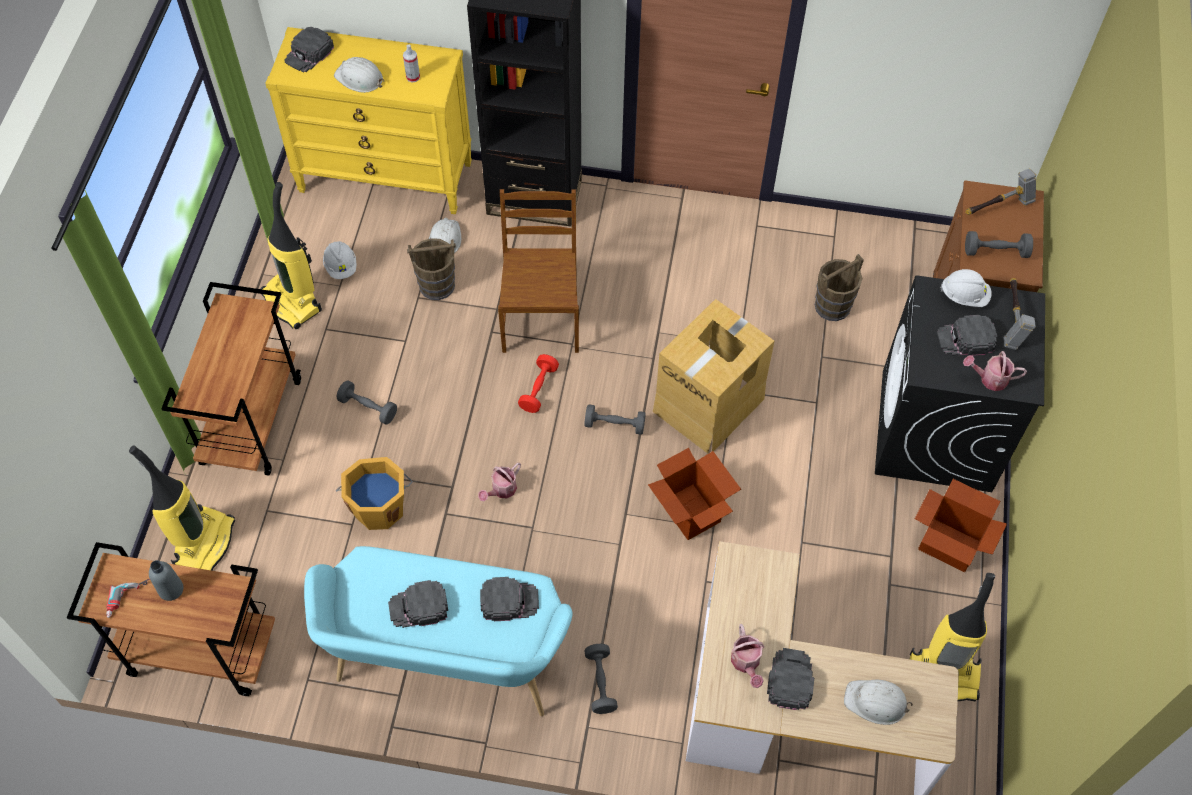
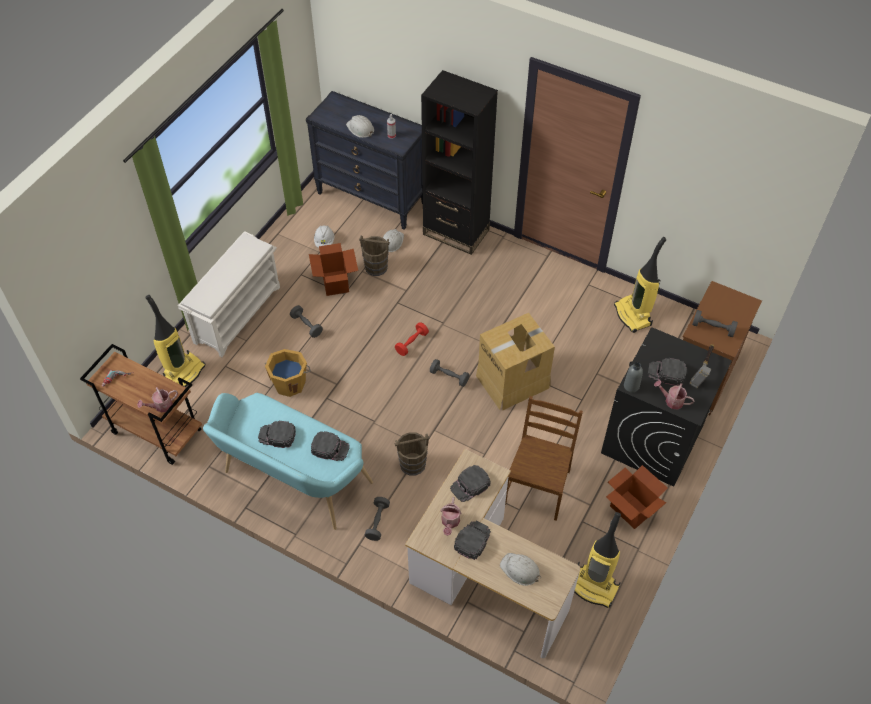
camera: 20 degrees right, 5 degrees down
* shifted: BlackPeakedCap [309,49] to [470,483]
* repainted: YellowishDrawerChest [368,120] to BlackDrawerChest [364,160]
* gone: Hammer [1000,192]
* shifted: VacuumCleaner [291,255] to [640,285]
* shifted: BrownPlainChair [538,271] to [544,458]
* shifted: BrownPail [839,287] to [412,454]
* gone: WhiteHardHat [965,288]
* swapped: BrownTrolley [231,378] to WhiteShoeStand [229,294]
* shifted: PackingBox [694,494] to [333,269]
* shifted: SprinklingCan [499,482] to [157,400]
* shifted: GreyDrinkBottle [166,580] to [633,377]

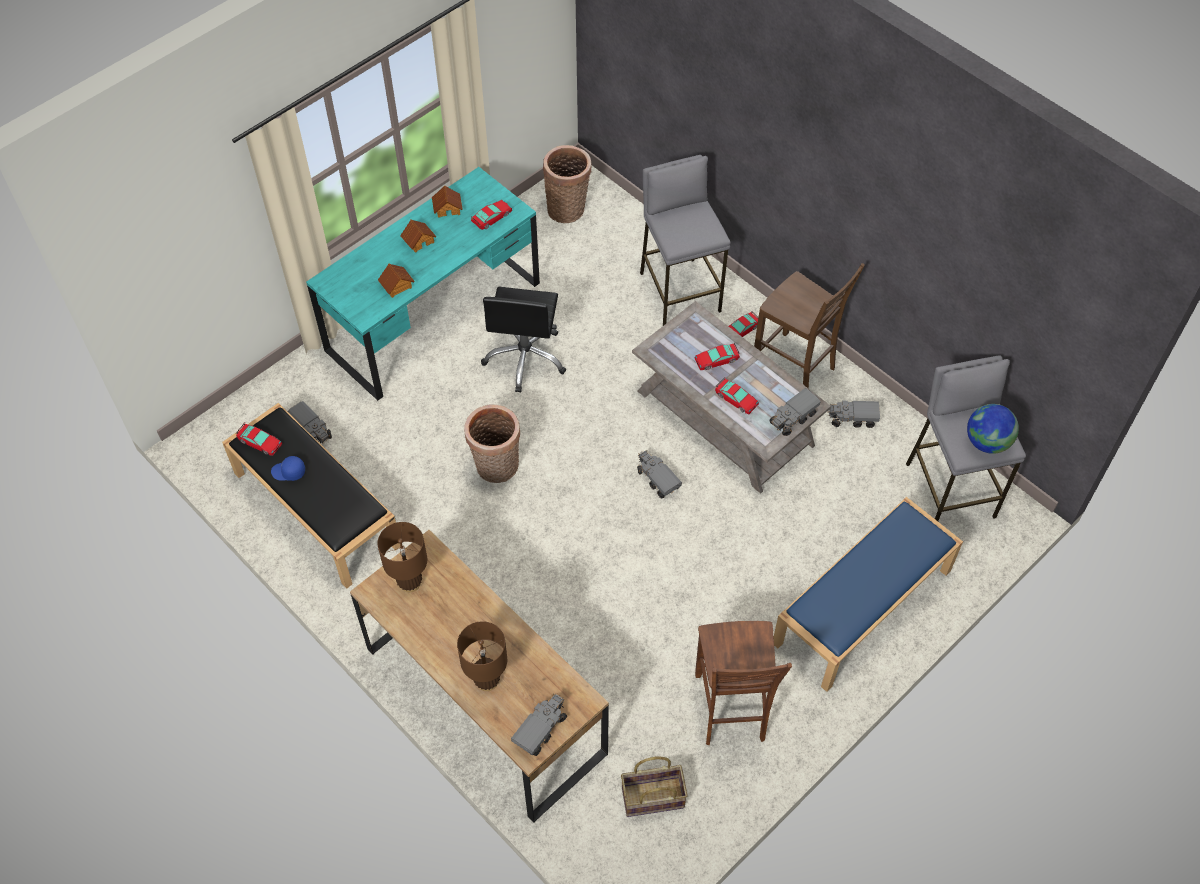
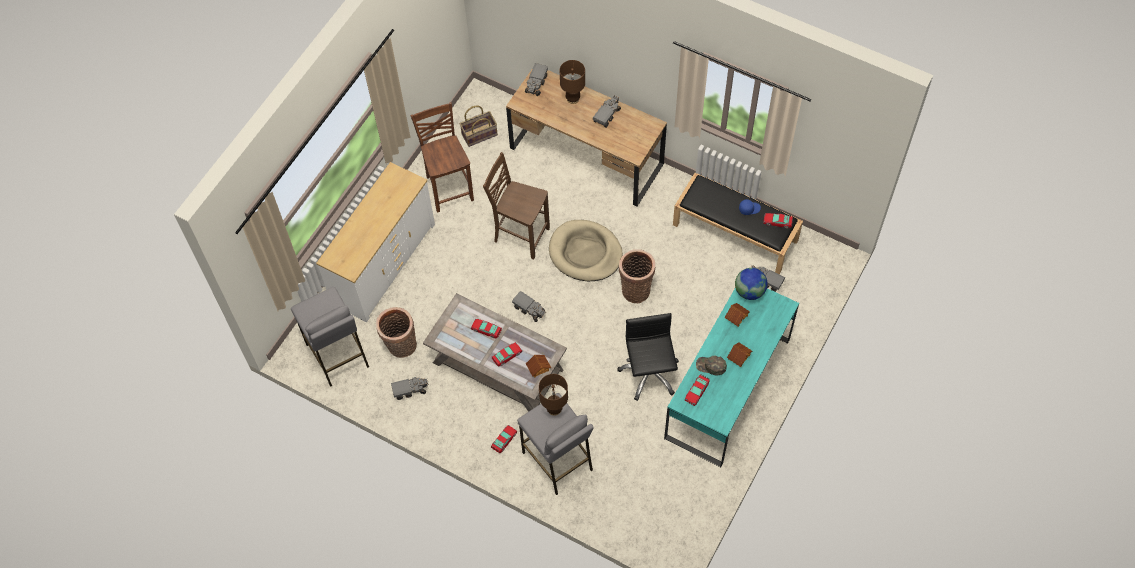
camera: 165 degrees right, 5 degrees up
* shifted: StorageBasket [567,184] to [396,332]
* shifted: ModelHouse [447,201] to [538,366]
* shifted: BrownPlainChair [809,326] to [516,206]
* shifted: ModelTruck [795,412] to [607,112]
* shifted: WorldGlobe [993,429] to [751,284]
* swapped: BlueLongSeat [868,594] to WhiteDrawerChest [375,242]
* shifted: BrownTabletopLamp [402,557] to [553,395]
* new: BeigeColouredPetBed [586,250]
* new: GreenPeakedCap [711,366]

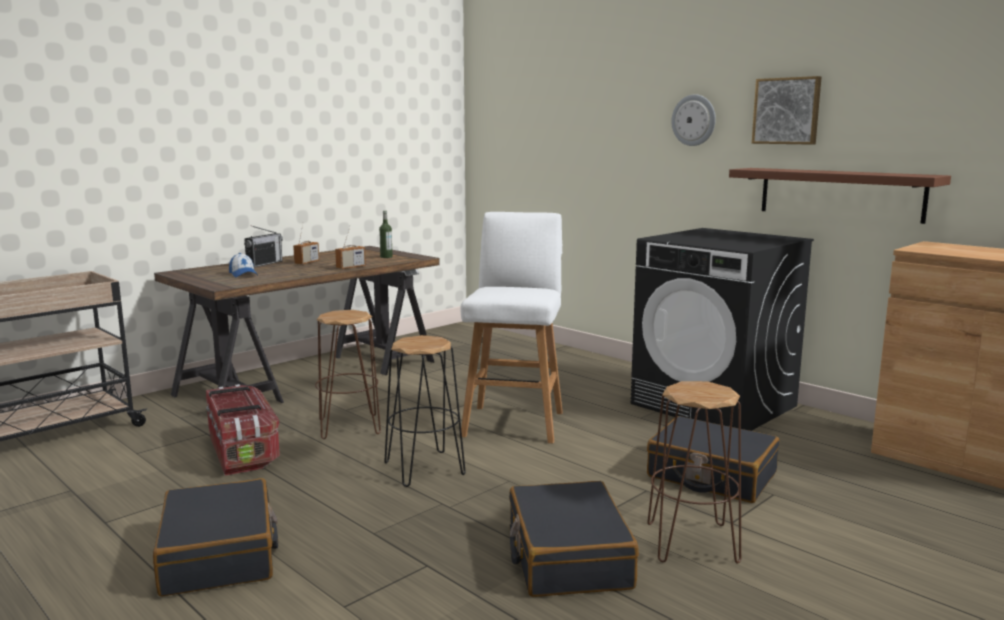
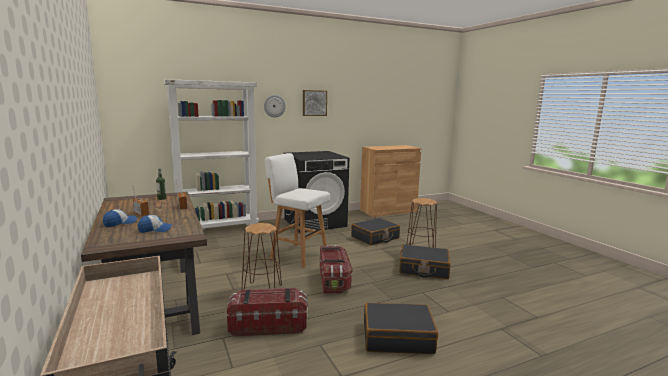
camera: 70 degrees left, 0 degrees up
* gone: BrownShelf [840,196]
* swapped: Radio [263,246] to PeakedCap [120,218]
* swapped: BlackSittingStool [425,411] to StorageBox [336,269]
* new: WhiteBookcase [211,154]

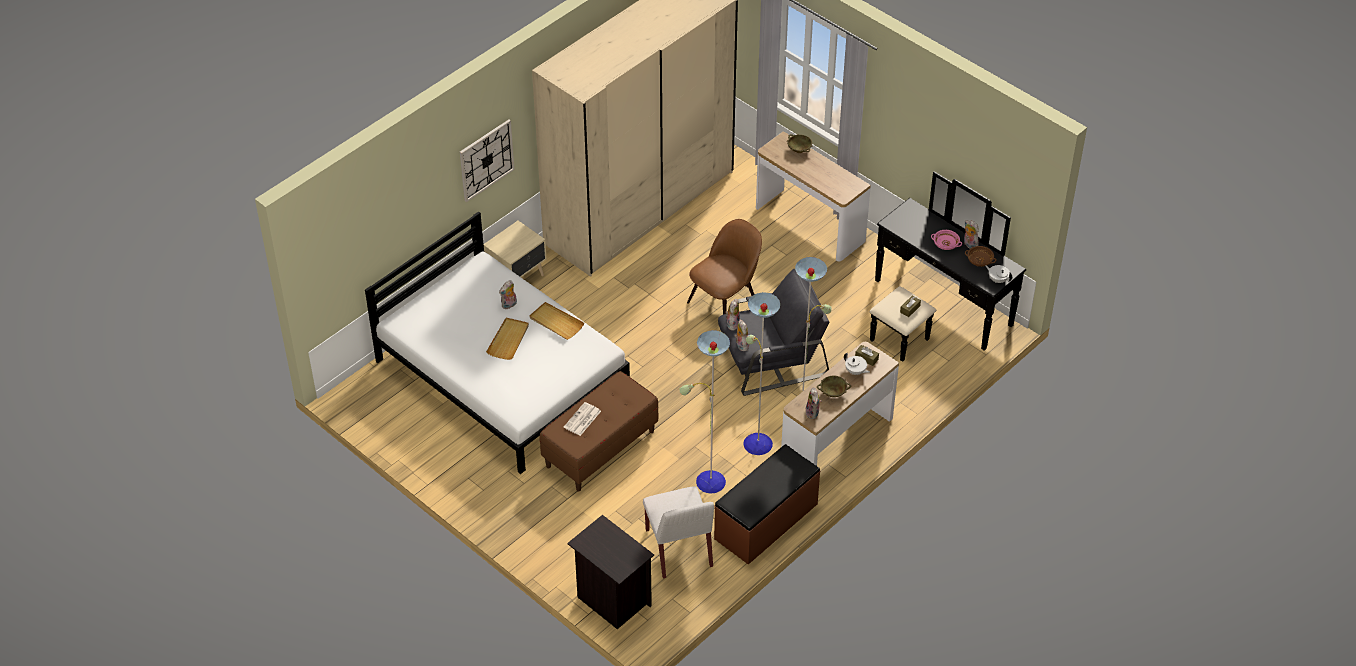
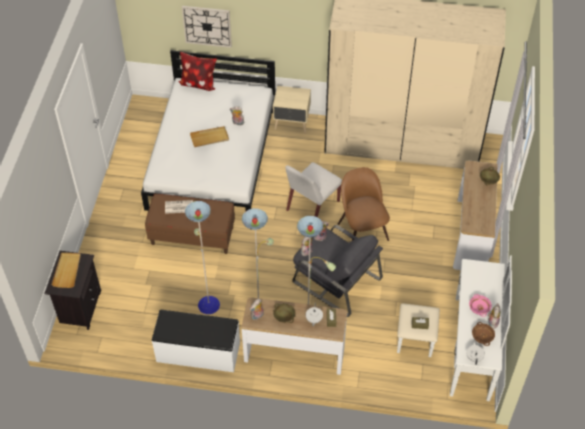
camera: 55 degrees right, 5 degrees up
* shifted: WallClock [487,160] to [207,27]
* repainted: BlackDrawerChest [947,266] to WhiteDrawerChest [454,328]
* rotated: BrownPlainChair [724,266] = [364,204] 120 degrees counterclockwise
* shifted: BeigeColouredServingTray [556,321] to [66,270]
* repainted: BrownLongSeat [767,504] to WhiteLongSeat [196,341]
* shifted: WhitePlainChair [678,532] to [313,189]
* new: Pillow [197,71]

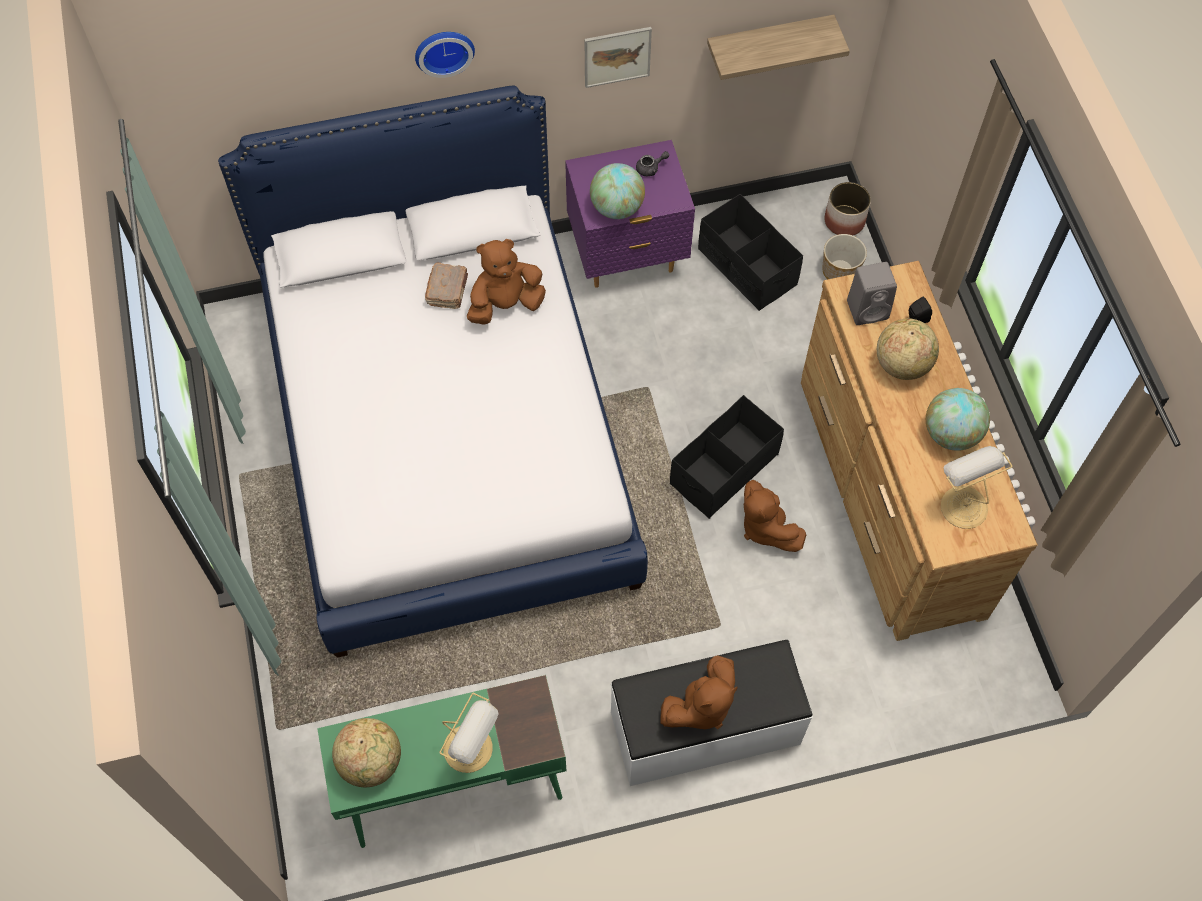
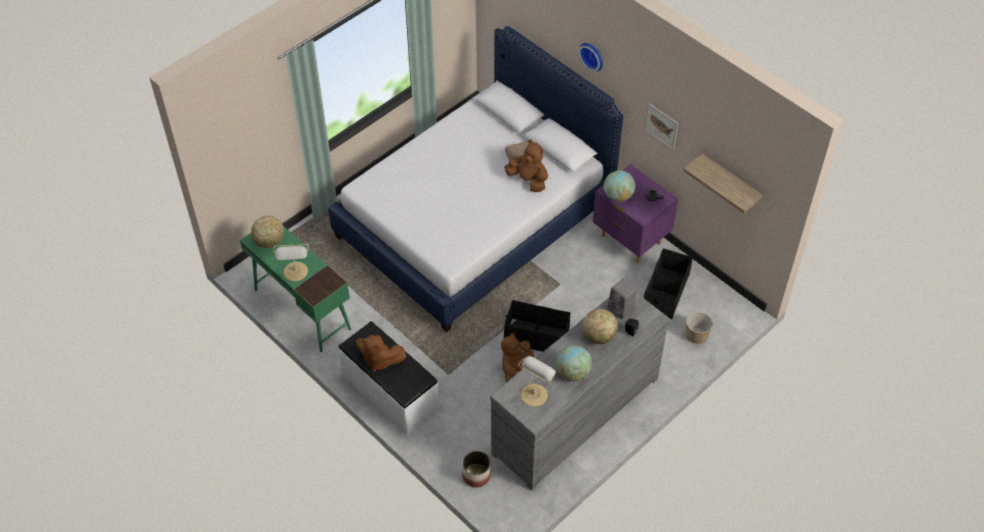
camera: 60 degrees right, 10 degrees down
* shifted: PlantPot [848,208] to [476,469]
* repainted: BrownDrawerChest [919,451] to GreyDrawerChest [580,392]

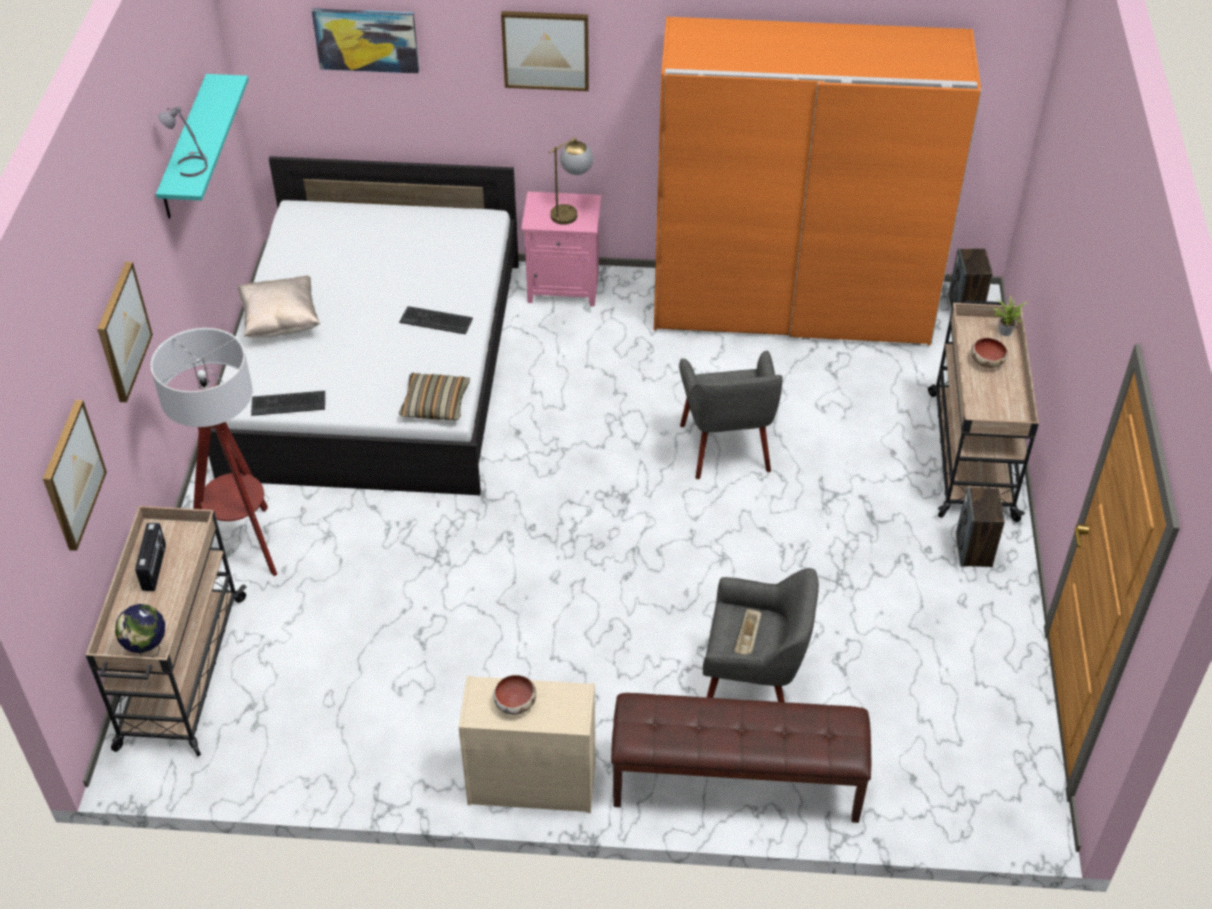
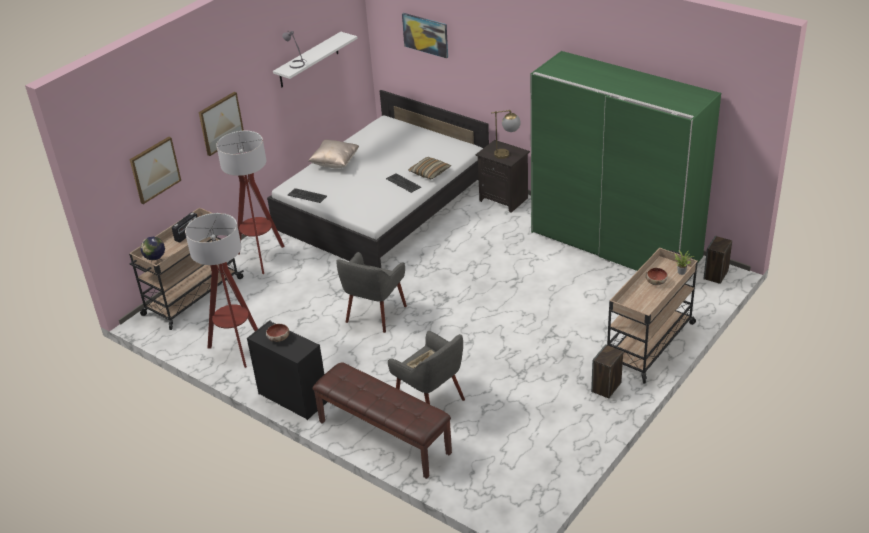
camera: 35 degrees right, 10 degrees down
* gone: WallPicture [545,51]
* repainted: OrangeColouredClothesCupboard [817,181] to GreenClothesCupboard [626,161]
* repainted: BlueGreenShelf [202,146] to WhiteShelf [315,59]
* repainted: PinkColouredNightTable [561,249] to BlackNightTable [503,176]
* shifted: GreyArmchair [731,415] to [371,292]
* shifted: Pillow [434,396] to [429,168]
* repainted: BeigeColouredDrawerChest [527,744] to BlackDrawerChest [287,370]
* new: StandingLamp [221,290]

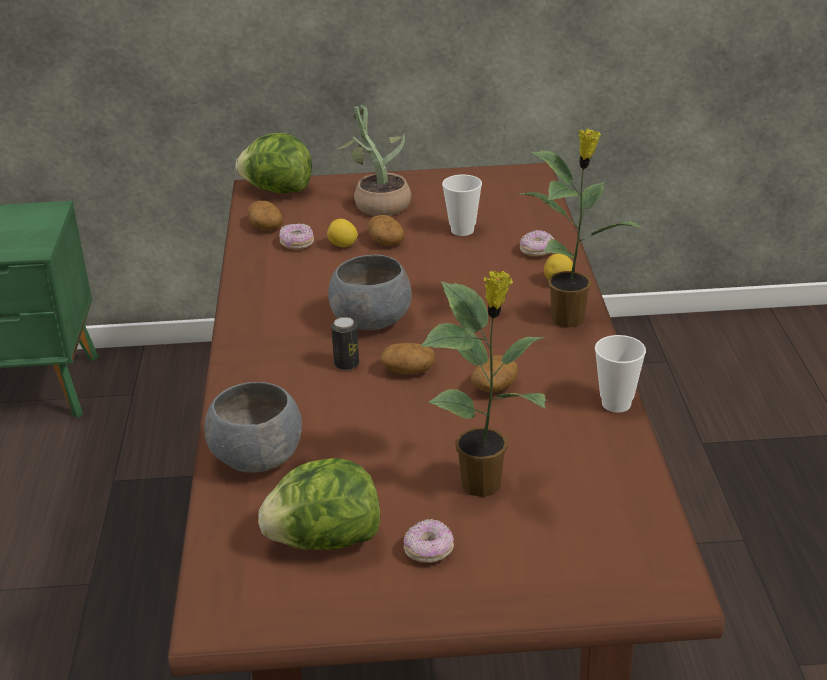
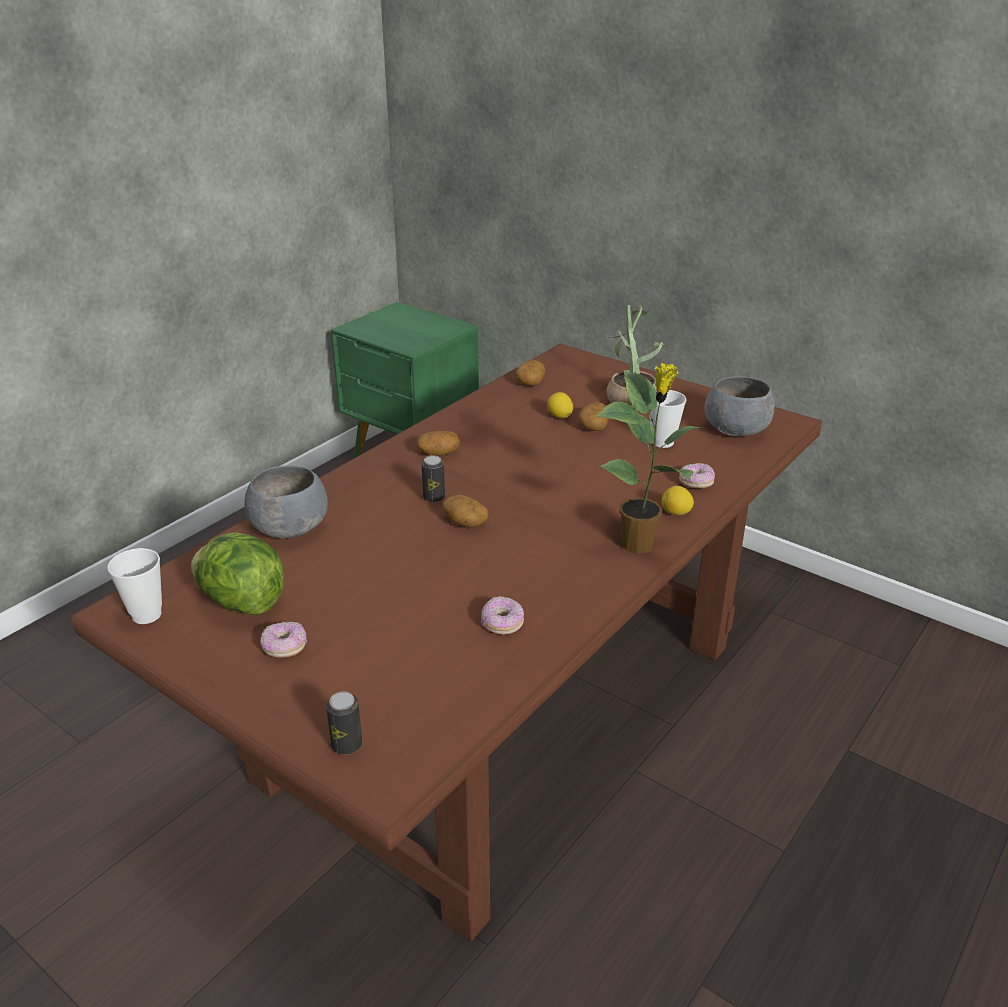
camera: 40 degrees right, 0 degrees up
* gone: Lettuce [274,163]
* shifted: Doughnut [296,236] to [502,615]
* shifted: GreyServingBowl [370,292] to [739,406]
* gone: PlantInAPot [483,384]
* shifted: SmallCup [620,374] to [134,586]
* shifted: WholePotato [494,373] to [438,443]
* new: SealedCan [344,723]

